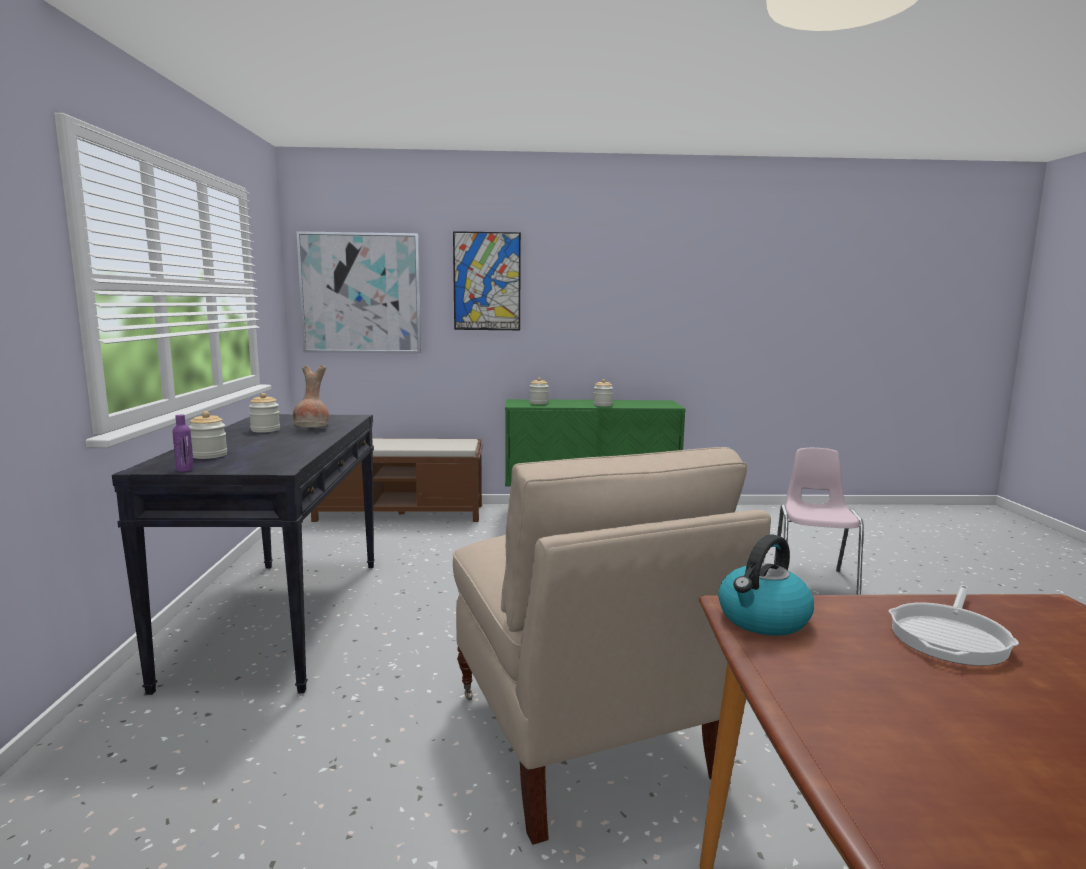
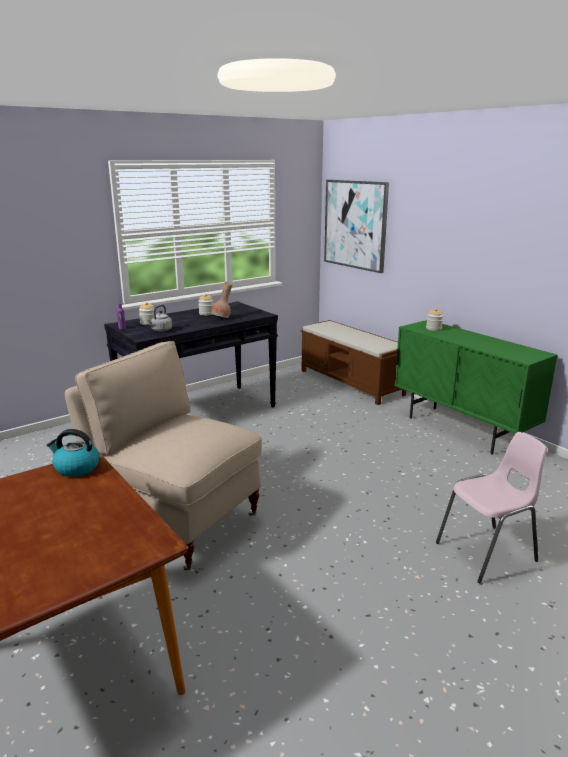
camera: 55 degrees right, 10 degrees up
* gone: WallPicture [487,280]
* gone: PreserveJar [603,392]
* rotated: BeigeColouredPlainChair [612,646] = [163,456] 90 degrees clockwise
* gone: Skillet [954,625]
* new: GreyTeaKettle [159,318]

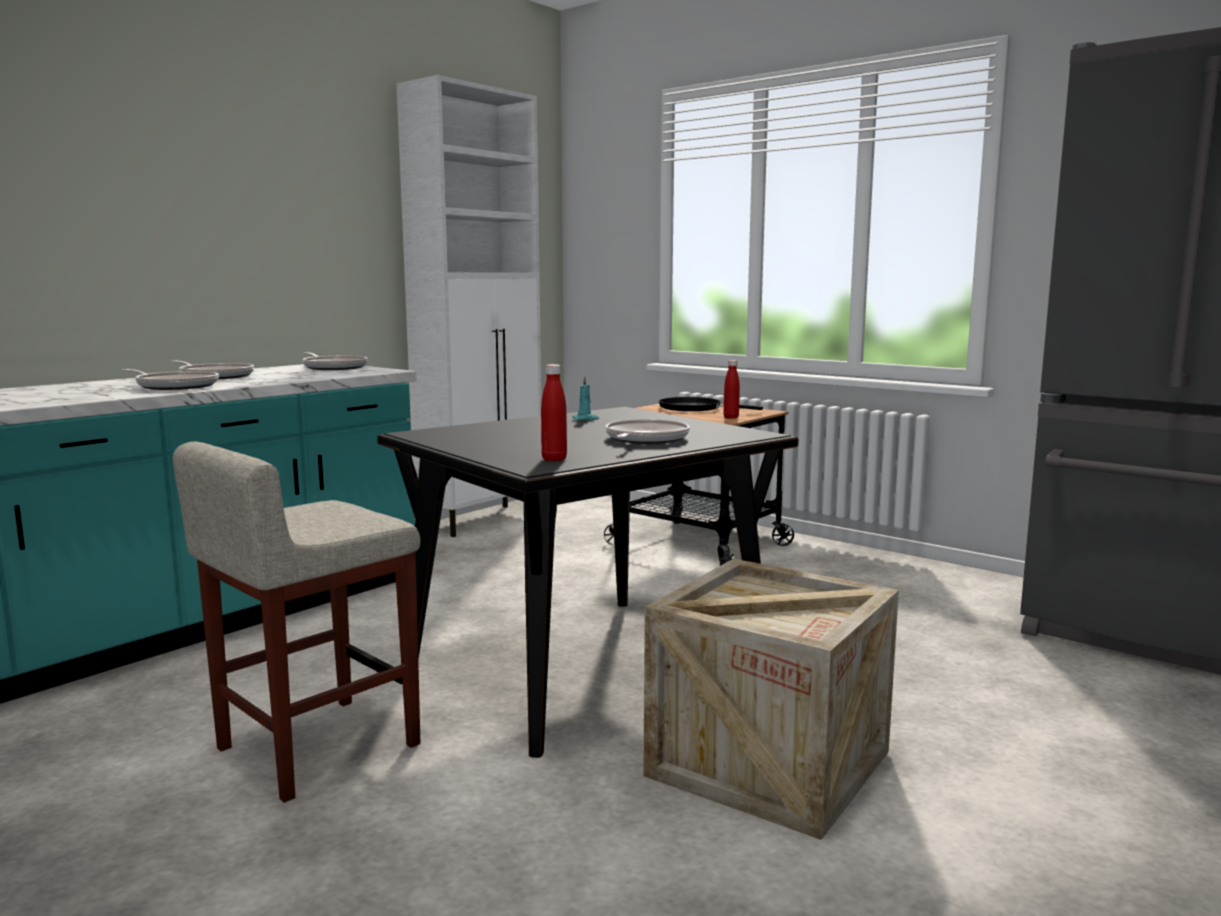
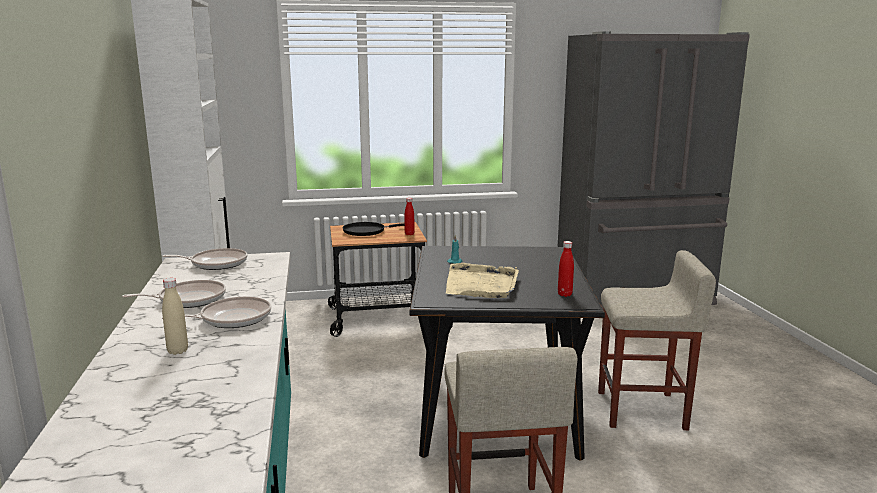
camera: 50 degrees left, 5 degrees up
* gone: Skillet [647,431]
* swapped: PackingCrate [771,699] to BeigeColouredSittingStool [657,340]
* new: BeigeColouredServingTray [482,280]
* new: BeigeColouredDrinkBottle [175,316]

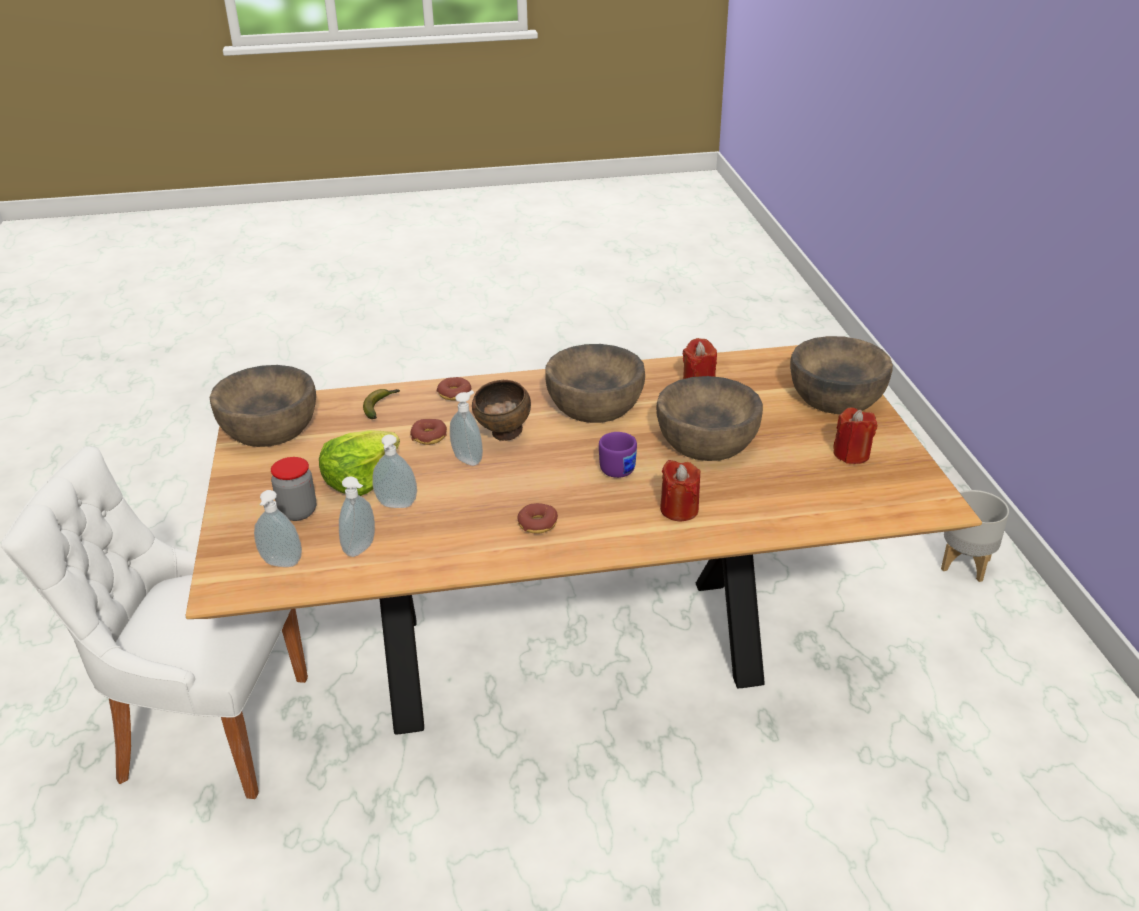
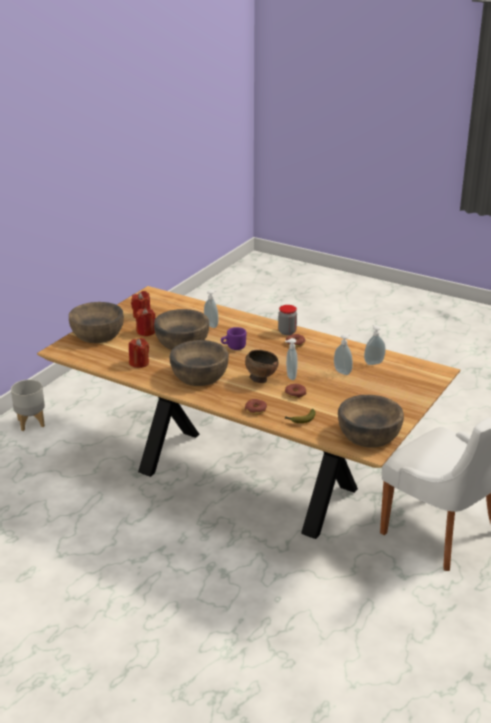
camera: 140 degrees left, 5 degrees down
* gone: Lettuce [359,463]
* shifted: PreserveJar [293,489] to [287,320]
* shifted: ReddishCandle [680,490] to [146,322]
* shifted: SoapBottle [278,528] to [211,309]

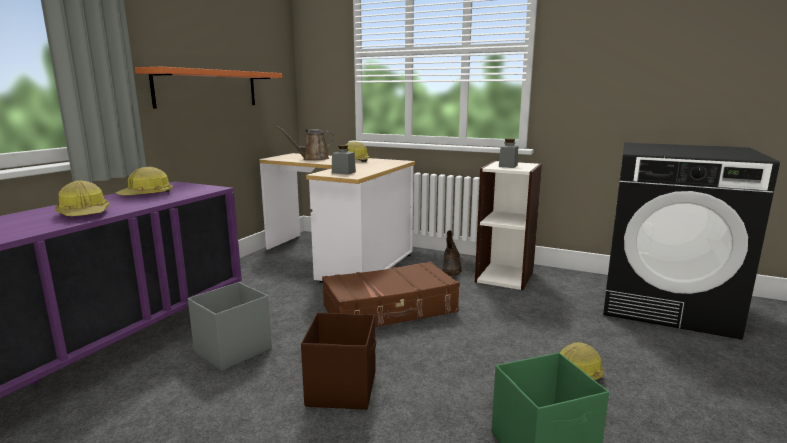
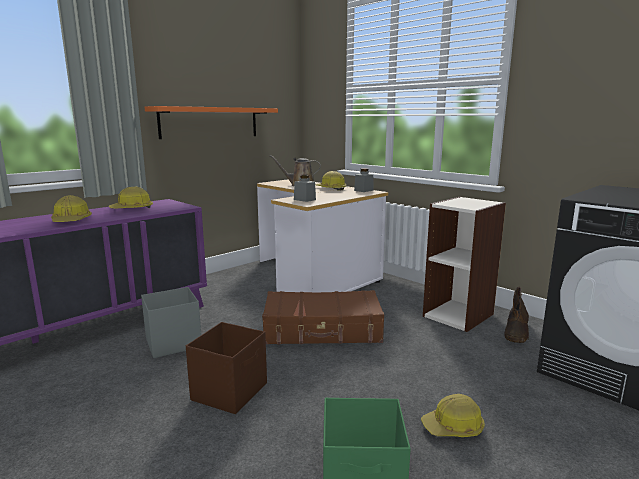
camera: 20 degrees right, 0 degrees up
* shifted: GreyPreserveJar [508,153] to [364,180]
* shifted: BrownBoot [452,253] to [516,315]

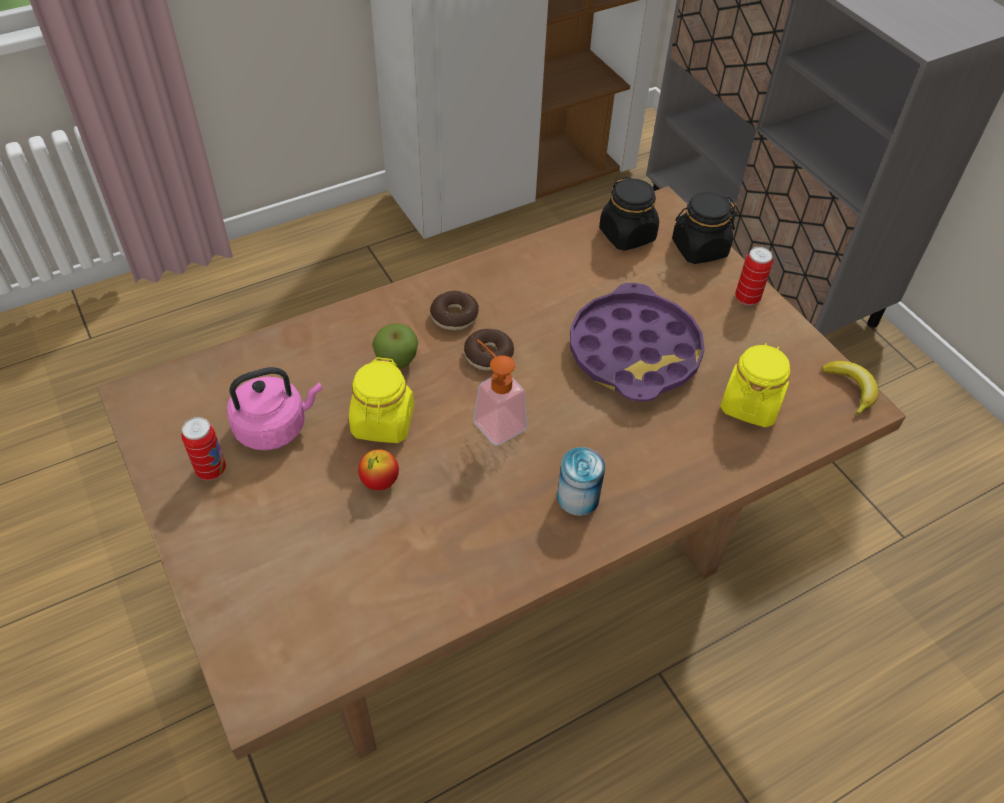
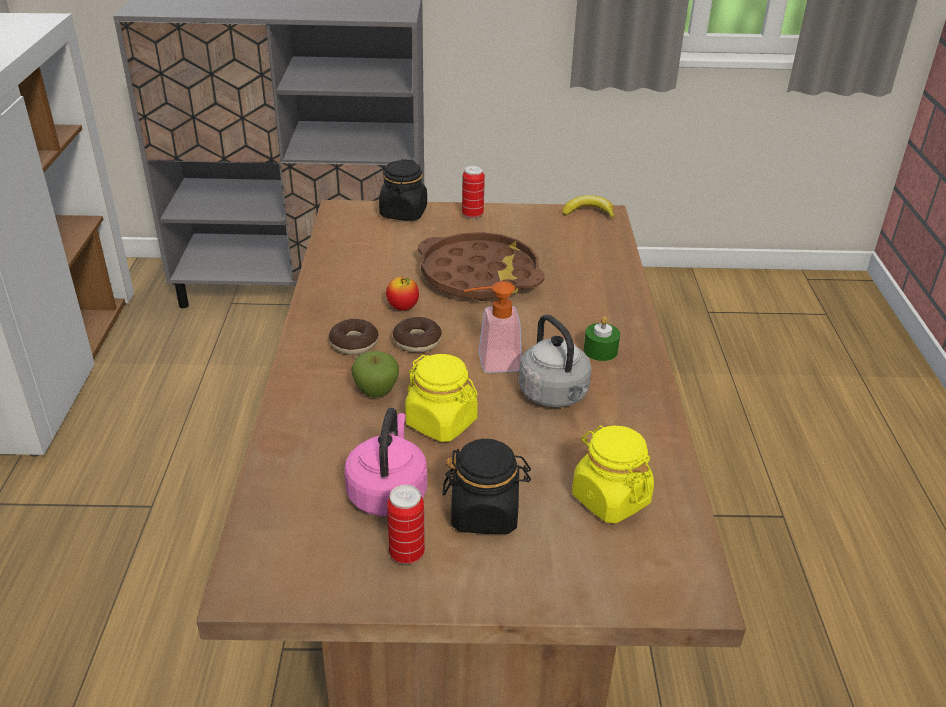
camera: 60 degrees left, 15 degrees down
* shifted: BlackPreserveJar [629,213] to [486,486]
* repainted: PurpleServingTray [637,342] to BrownServingTray [481,266]
* shifted: YellowishPreserveJar [755,385] to [613,474]
* swapped: SealedCan [581,481] to GreenCandle [602,339]
* shifted: WholeApple [378,469] to [402,294]
* new: GreyTeaKettle [555,360]

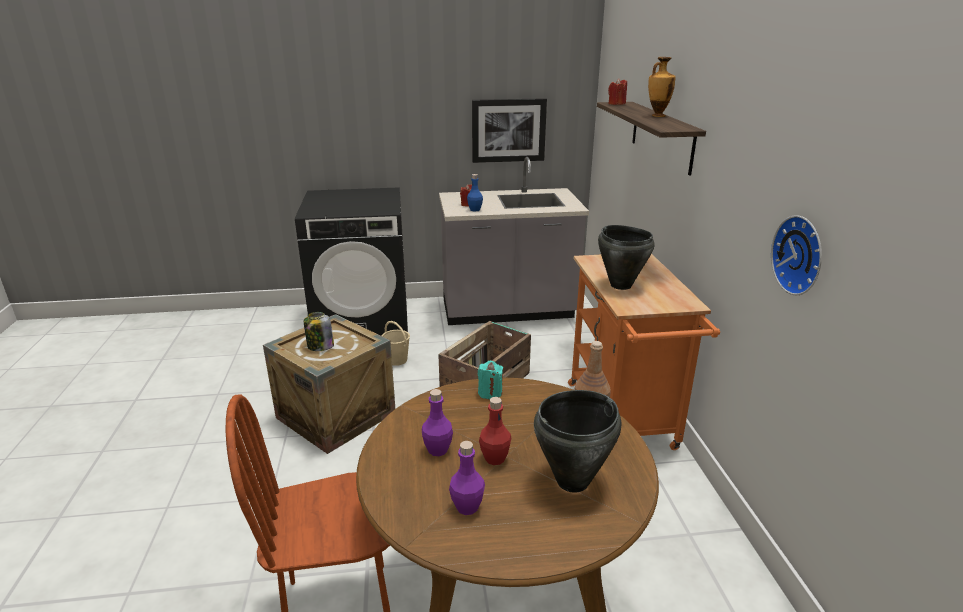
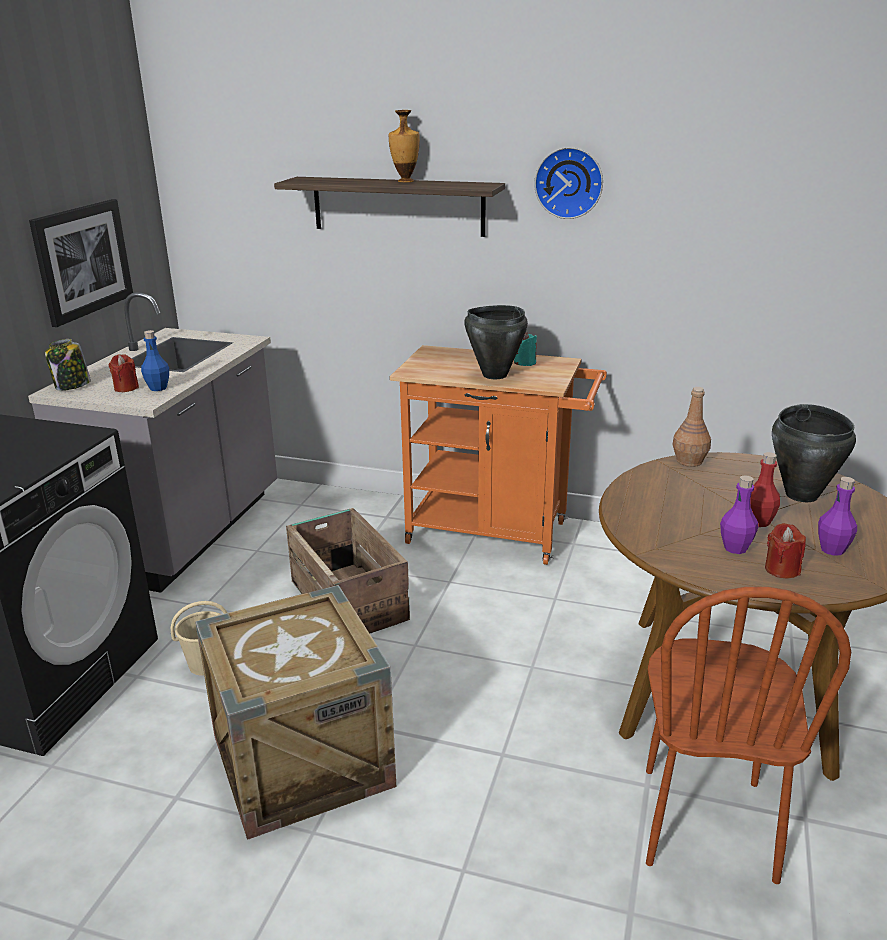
camera: 65 degrees left, 0 degrees up
* shifted: ReddishCandle [617,91] to [785,550]
* shifted: WallClock [796,255] to [568,183]
* shifted: PreserveJar [319,331] to [68,365]
* shifted: BlueGreenCandle [490,380] to [525,349]

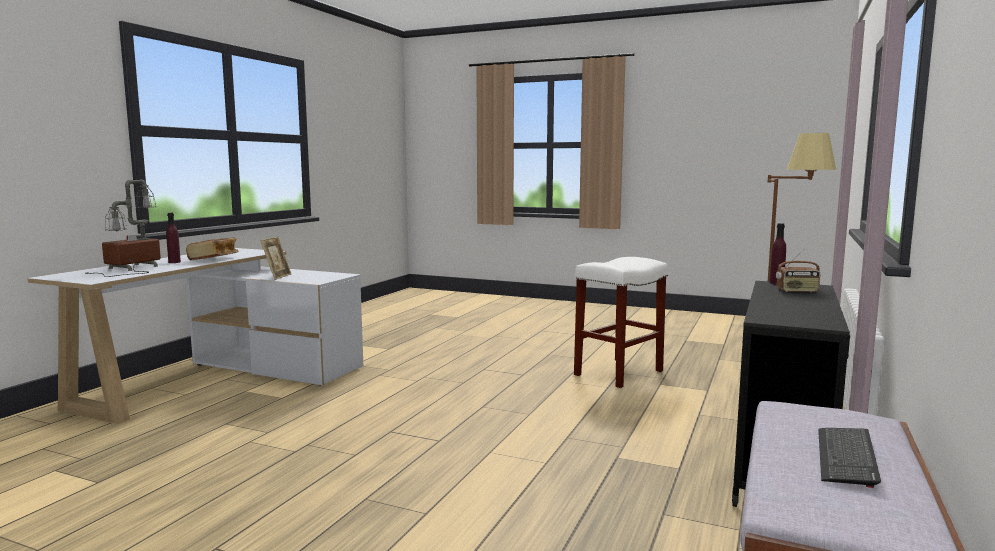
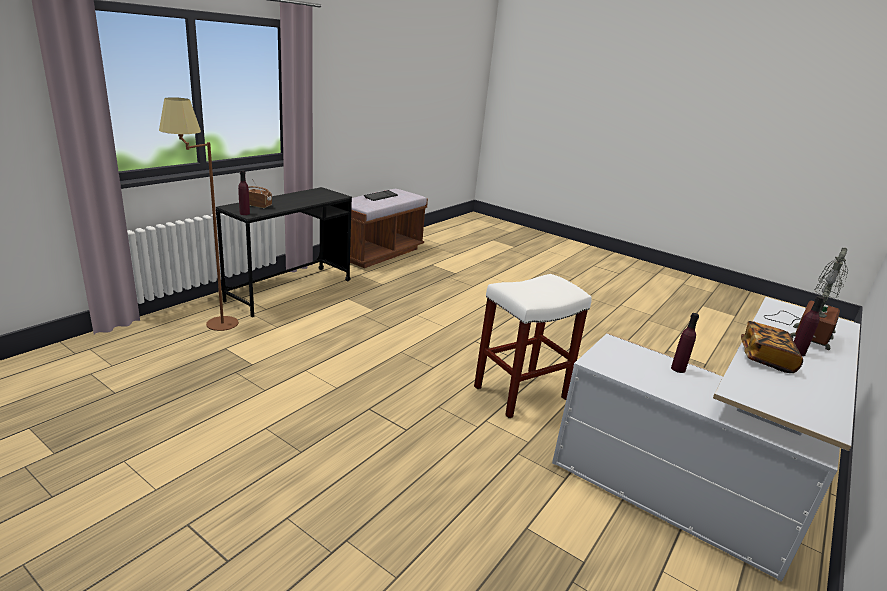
camera: 170 degrees left, 15 degrees up
* swapped: StandingFrame [275,258] to PurpleDrinkBottle [685,343]
* shifted: WhiteSittingStool [621,322] to [533,346]

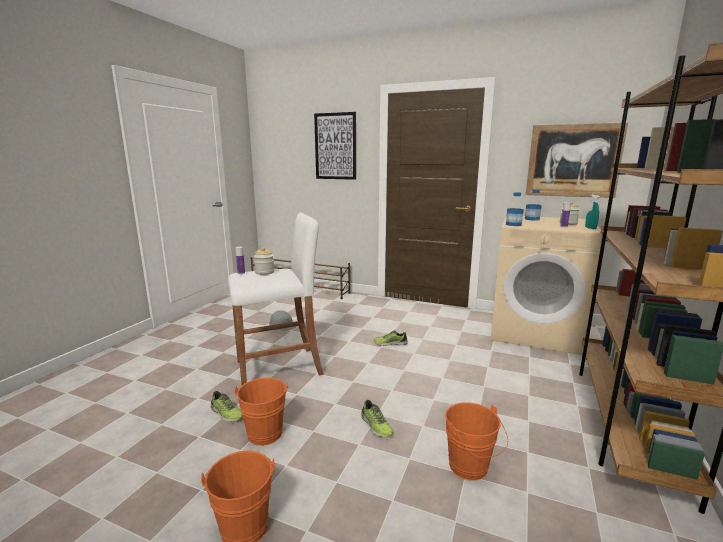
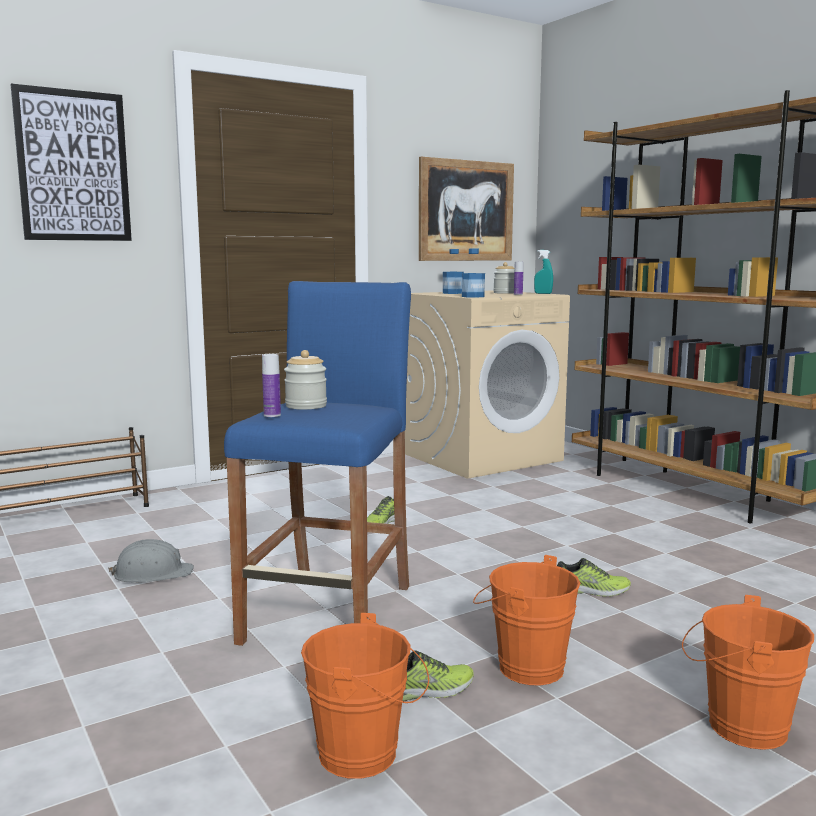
camera: 55 degrees left, 5 degrees down
* repainted: WhiteSittingStool [276,298] to BlueSittingStool [317,463]
* shifted: OrangeColouredPail [476,441] to [365,696]

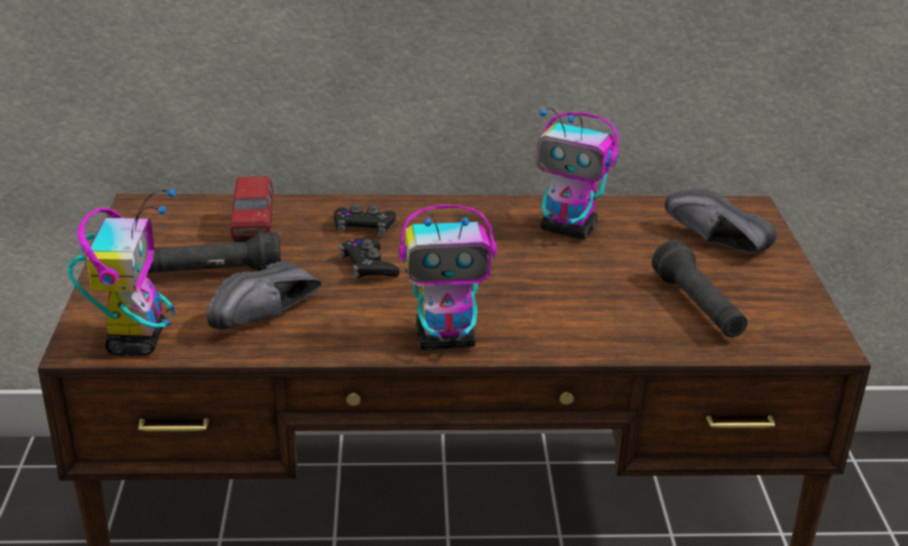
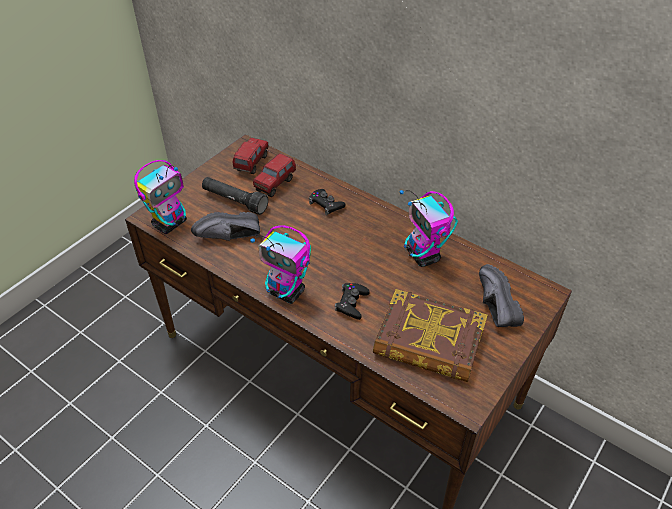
camera: 40 degrees right, 15 degrees up
* shifted: BlackJoypad [369,259] to [352,301]
* swapped: BlackHandTorch [700,289] to Book [430,335]
* new: ModelTruck [250,156]

